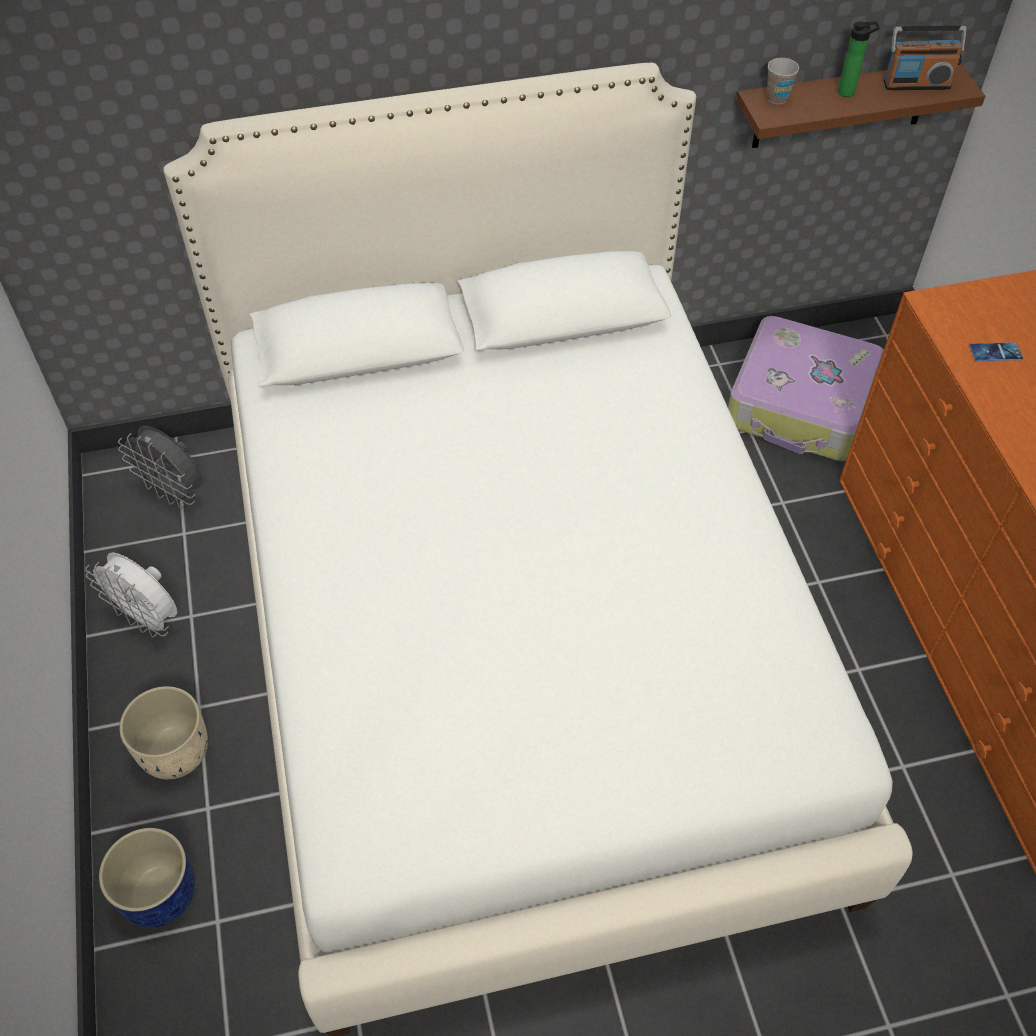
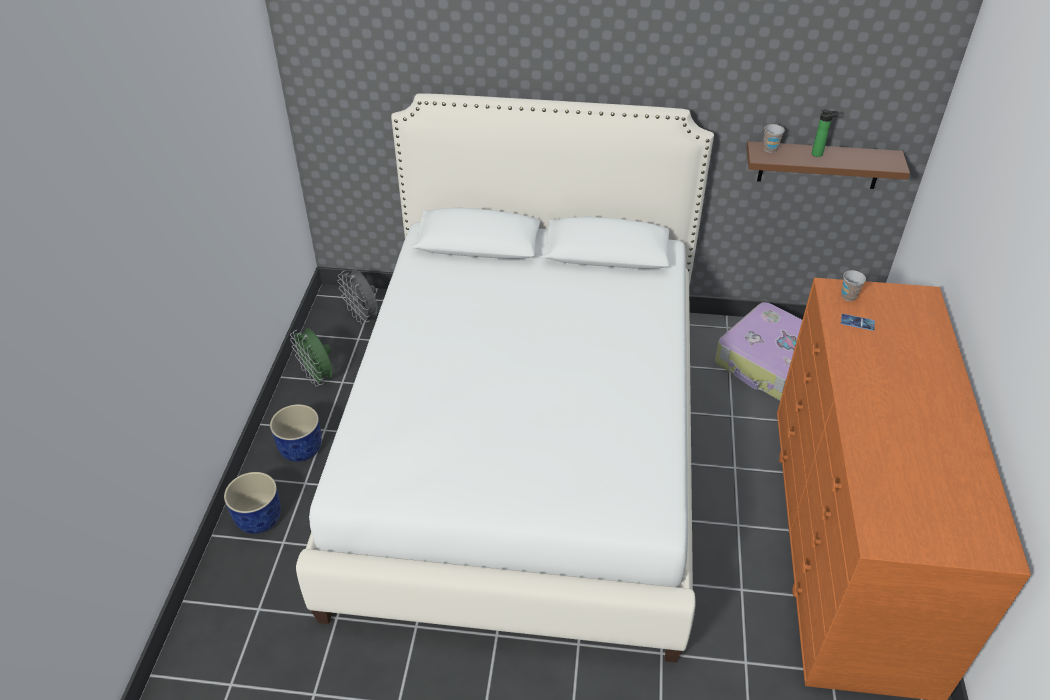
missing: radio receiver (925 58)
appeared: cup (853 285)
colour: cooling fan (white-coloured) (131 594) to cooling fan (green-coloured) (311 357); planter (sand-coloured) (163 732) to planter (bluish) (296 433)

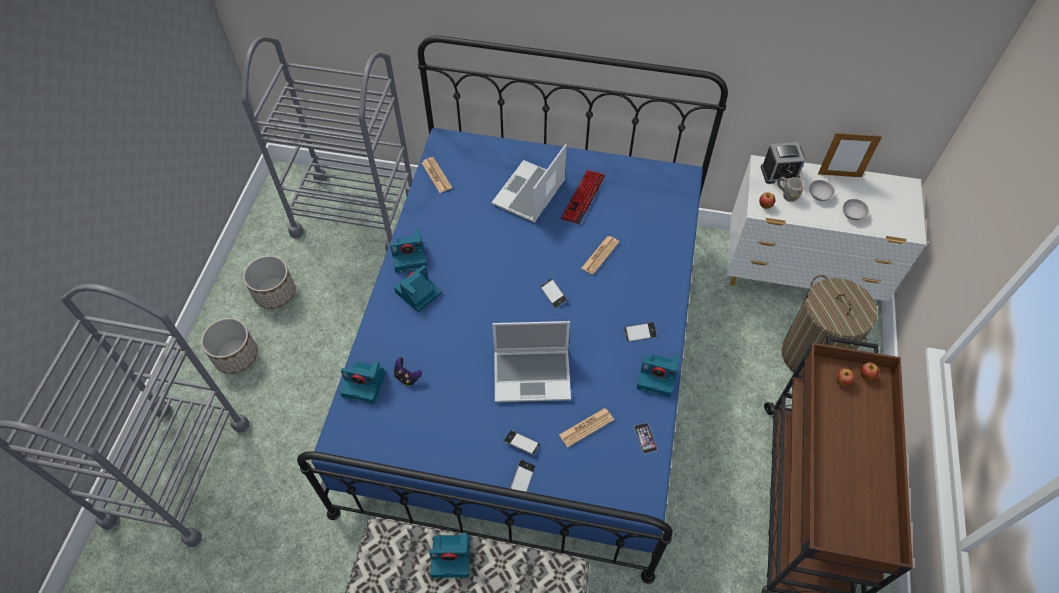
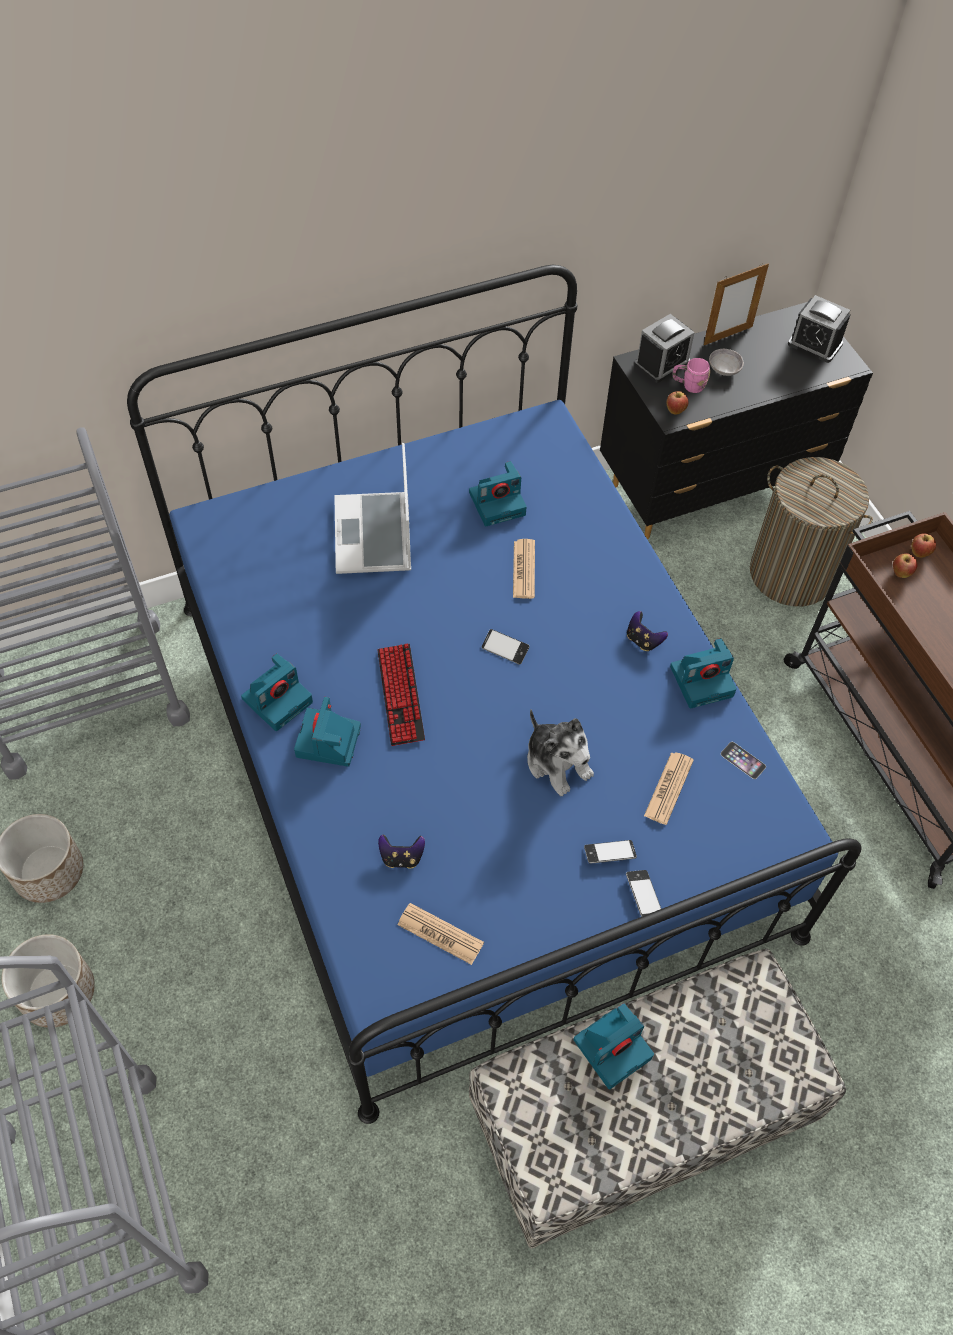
missing: bowl (grey) (856 209)
appeared: table clock (819 329)
relocated: photo camera (363 382) to (498 493); printed paper (437 175) to (440 934); keyboard (583 197) to (401 694)
exchanged: notebook computer (531 361) to soft toy (560 752); handset (640 332) to game controller (647 631)
colour: dresser (white-coloured) (826 228) to dresser (black) (736 420); coffee mug (grey) (790 189) to coffee mug (pinkish) (691 375)

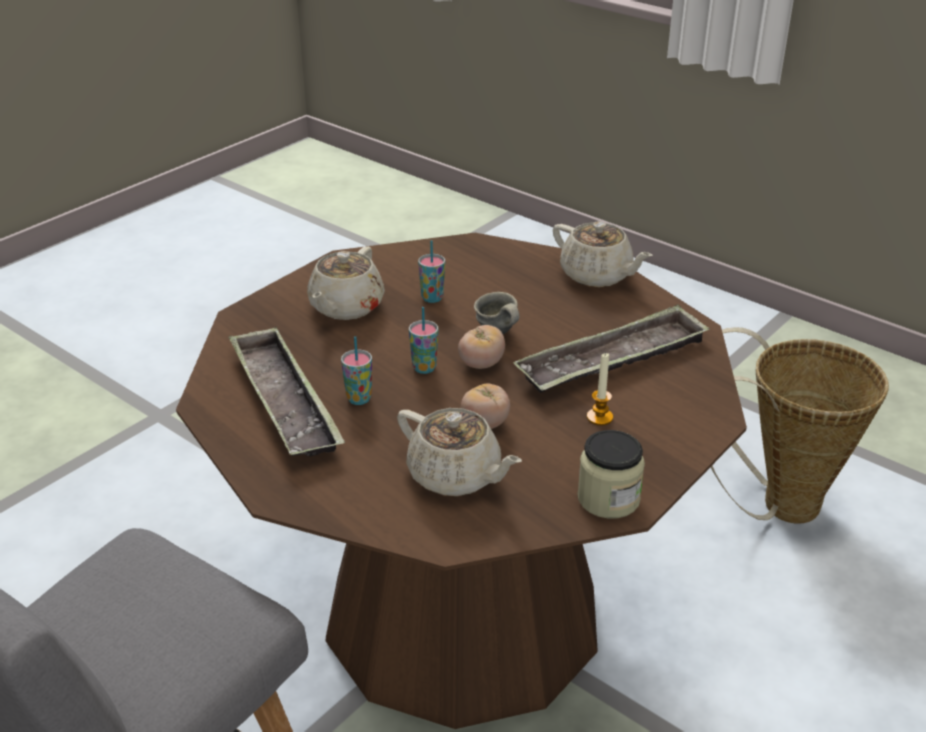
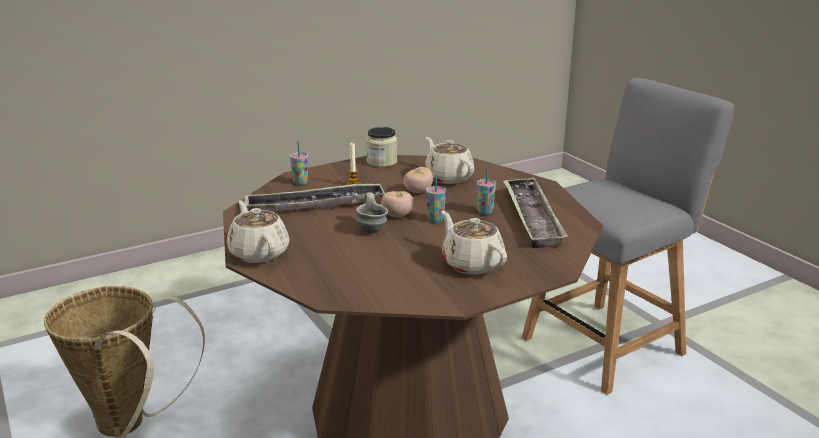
relocated: cup (431 271) to (299 163)
spun: pot for tea (sand-coloured) (346 283) = (474 242) 75 degrees counterclockwise

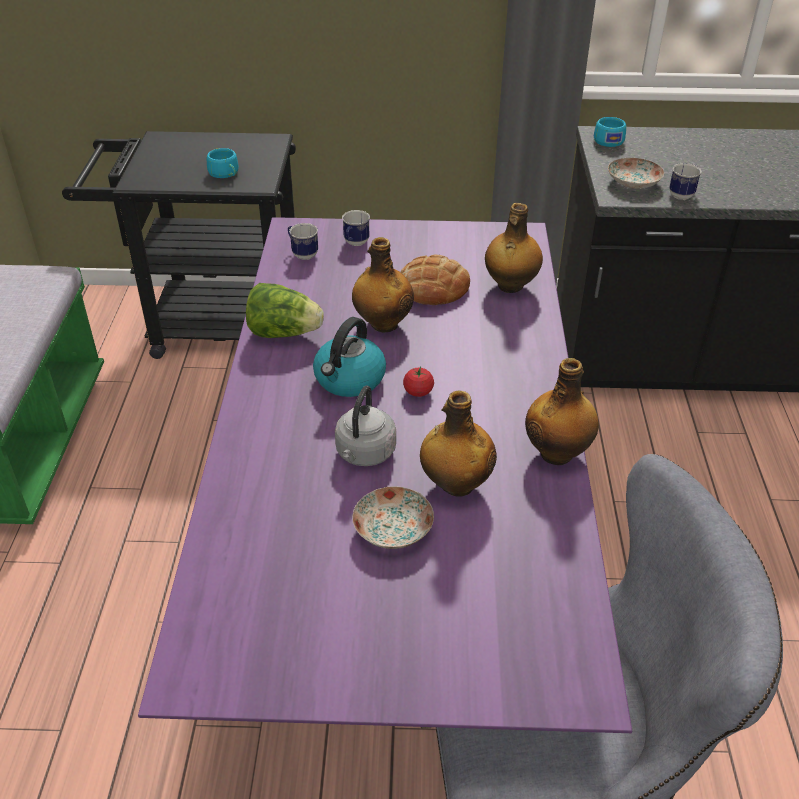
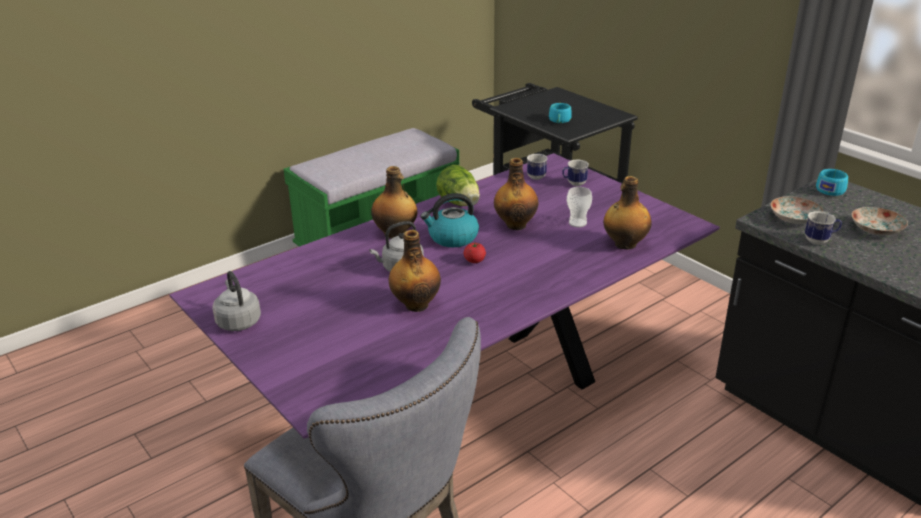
appeared: water kettle (grey) (236 301)
relocated: plate (393 517) to (880 221); bottle (562 411) to (394 202)
exchanged: baked bread (435 280) to cup (579 207)

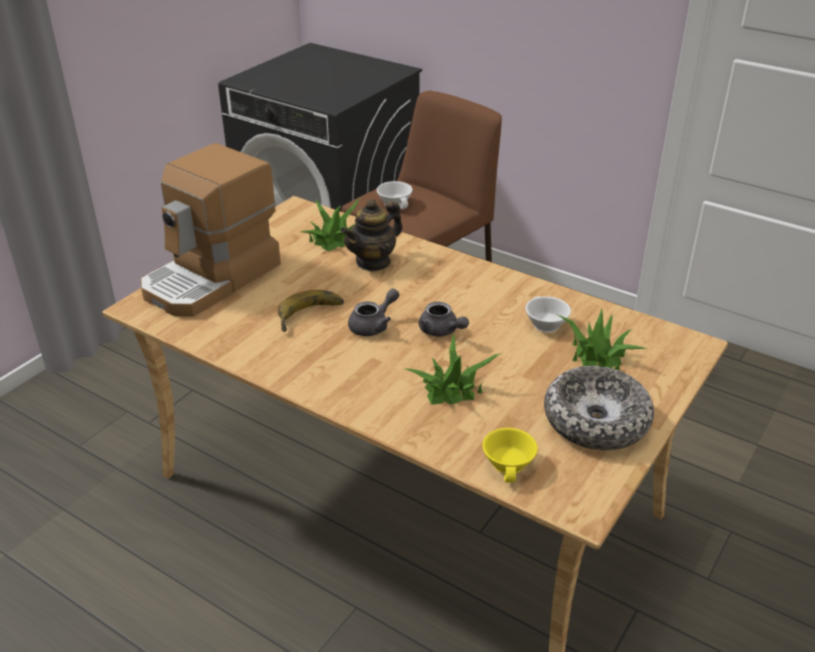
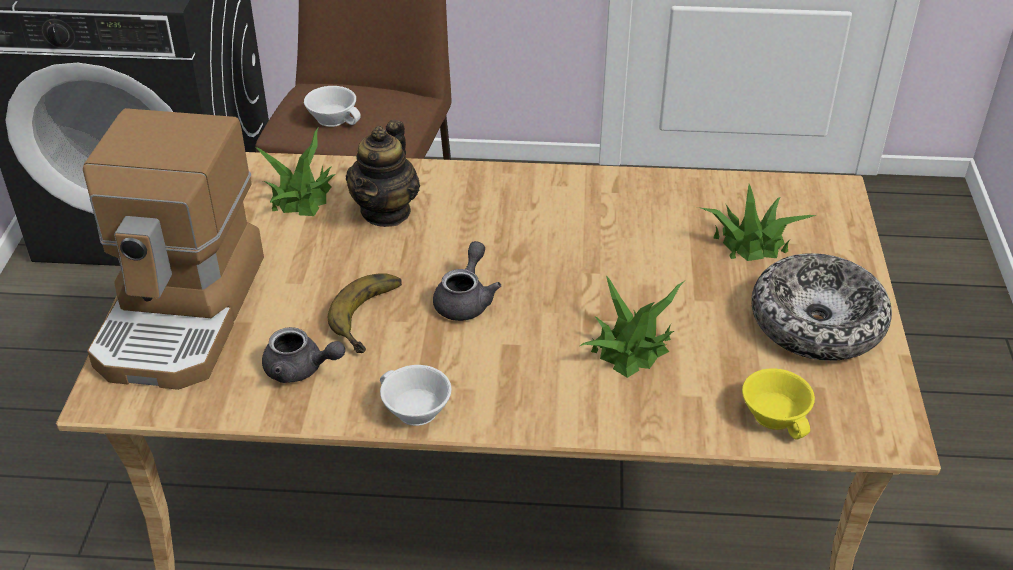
relocated: pot for tea (grey) (444 319) to (303 355); cup (white-coloured) (548 314) to (415 395)

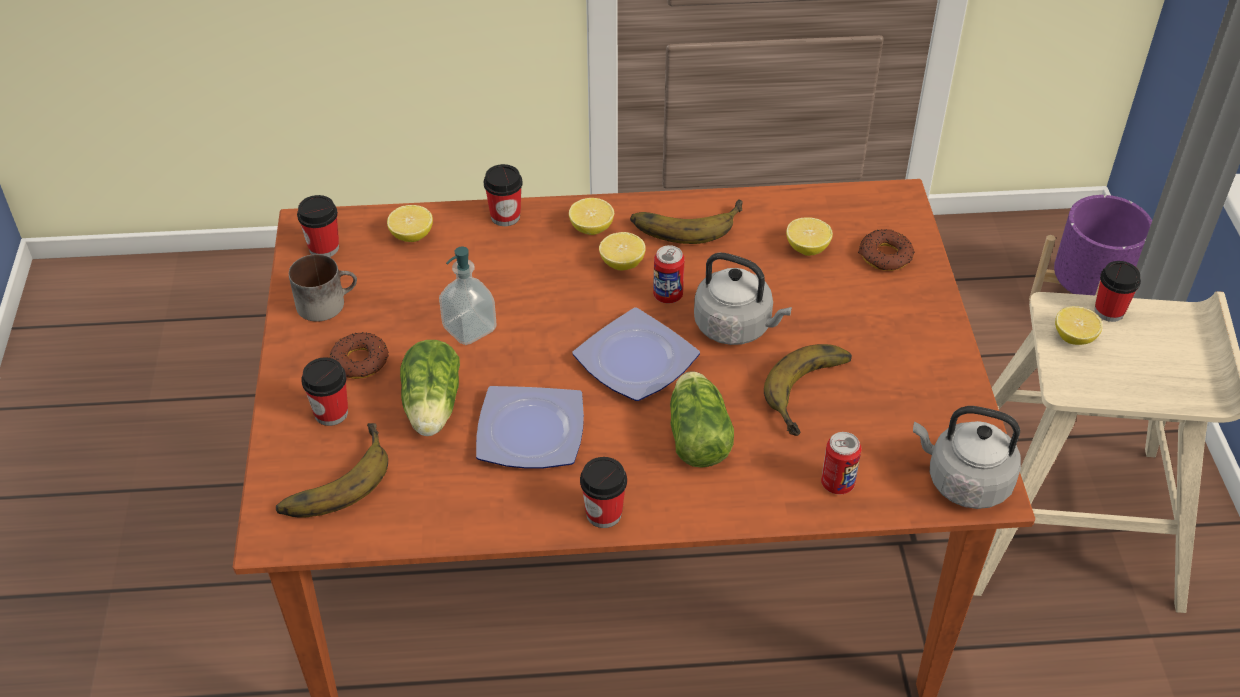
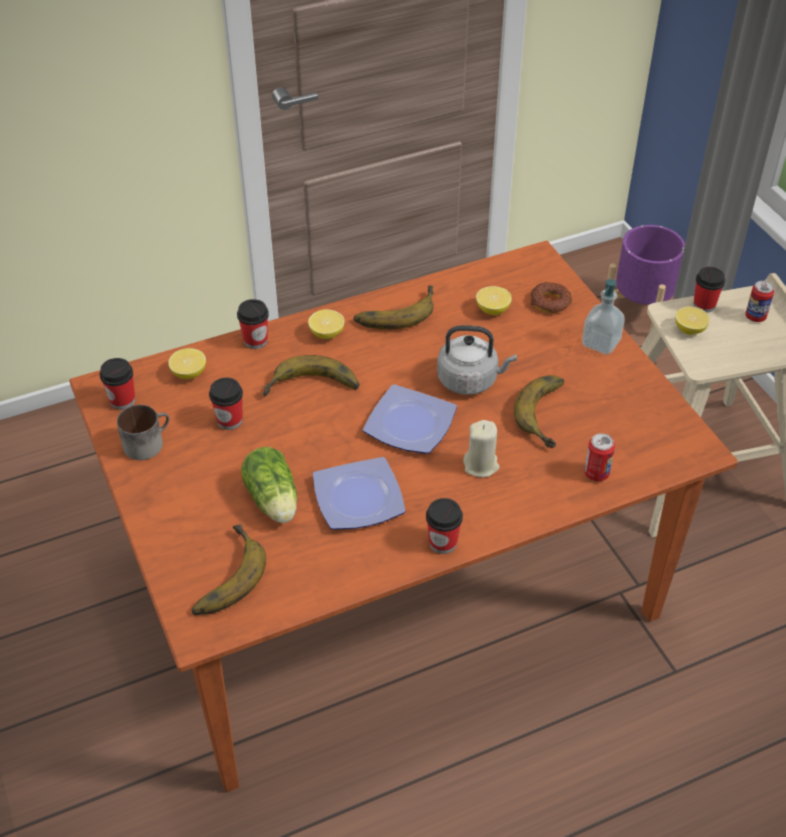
missing: doughnut (359 355); citrus fruit (622 251); water kettle (grey) (967 457)
appeared: banana fruit (311 375)
relocated: cup (324 391) to (226 404); soap bottle (468 296) to (603 317); metal can (669 274) to (759 301)
exchanged: lettuce (702 419) to wax candle (sand-coloured) (481 449)

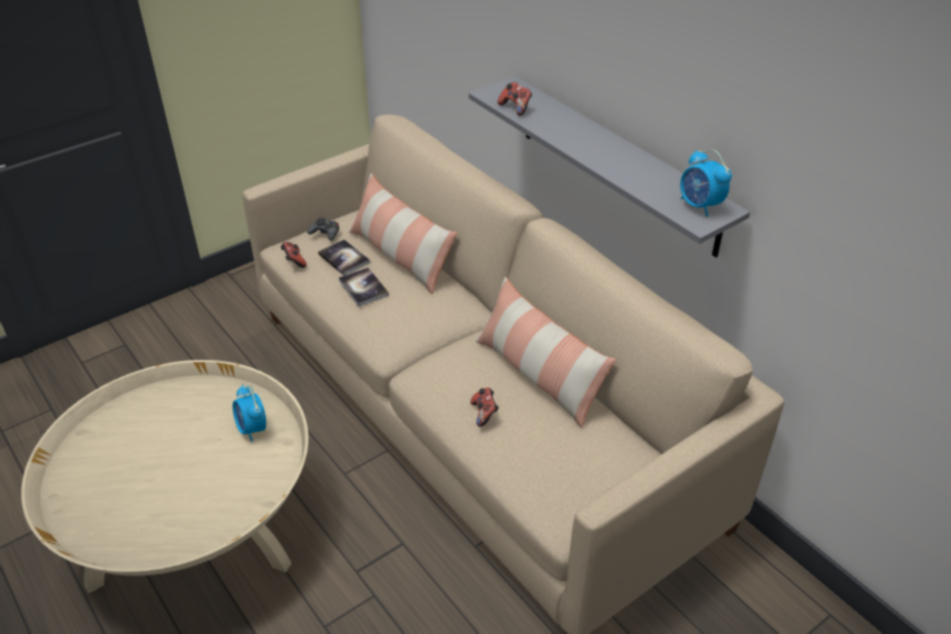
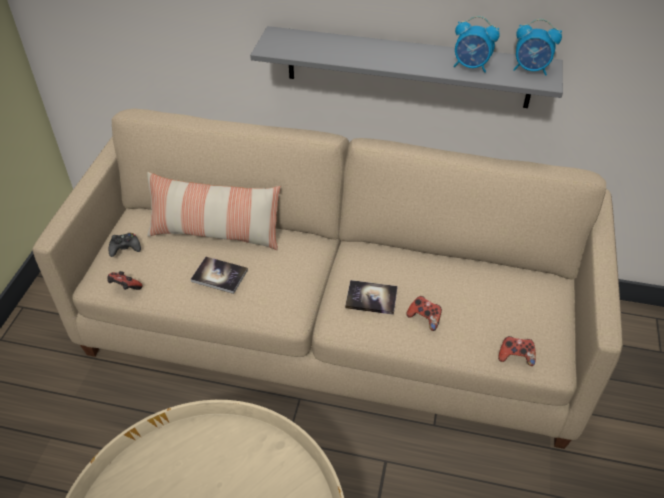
missing: pillow (546 352)
relocated: table clock (249 413) to (476 44); bound book (344 257) to (371 297); game controller (515 99) to (517 351)

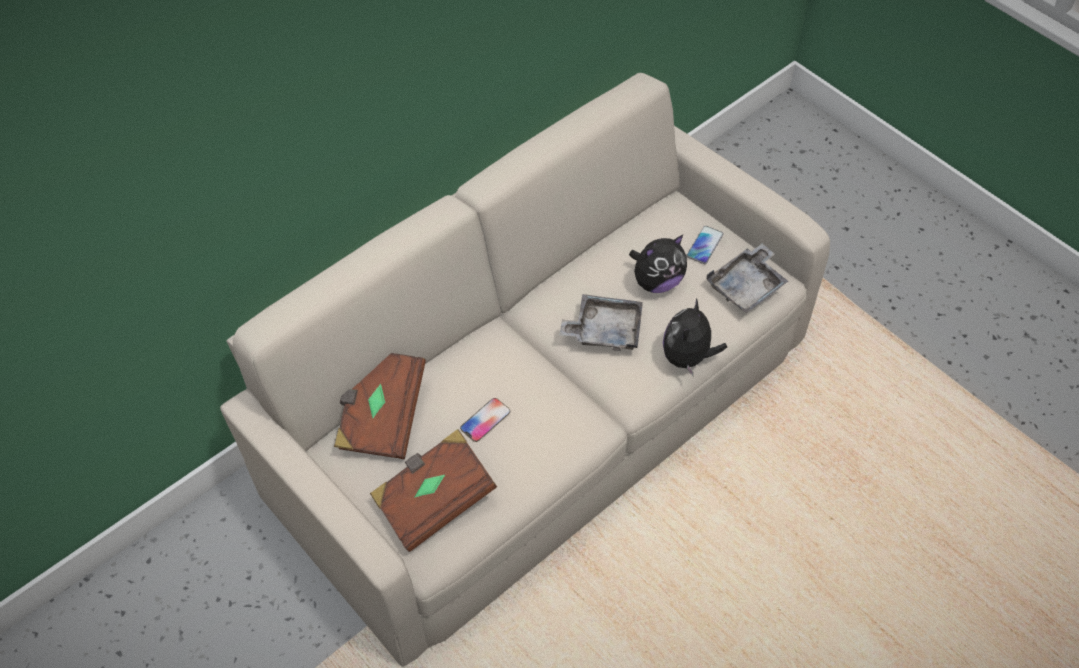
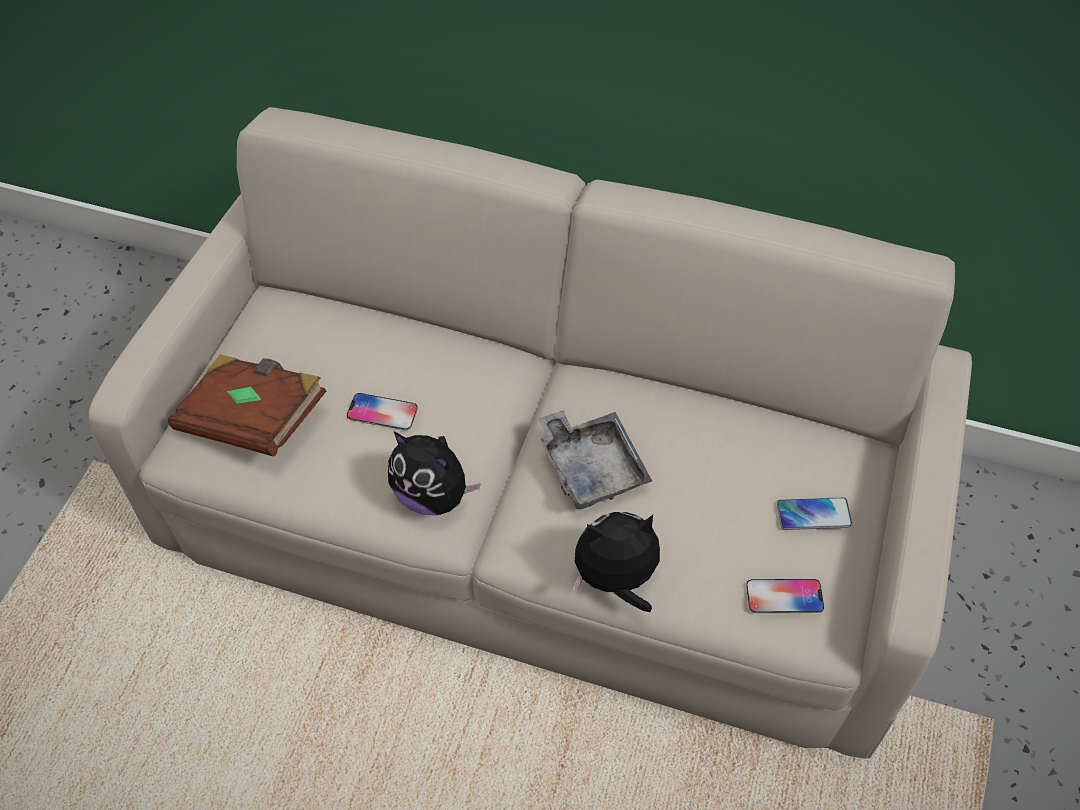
missing: bound book (brownish) (380 406)
relocated: soft toy (658 264) to (434 473)
exchanged: carrying tray (grey) (747 278) to handset (785 596)

